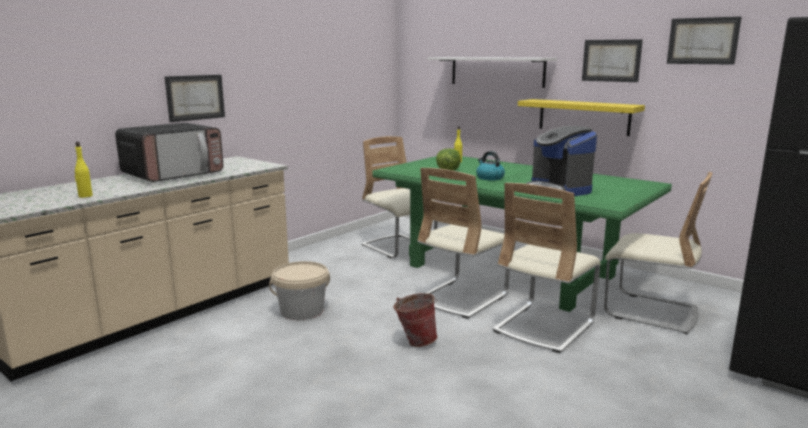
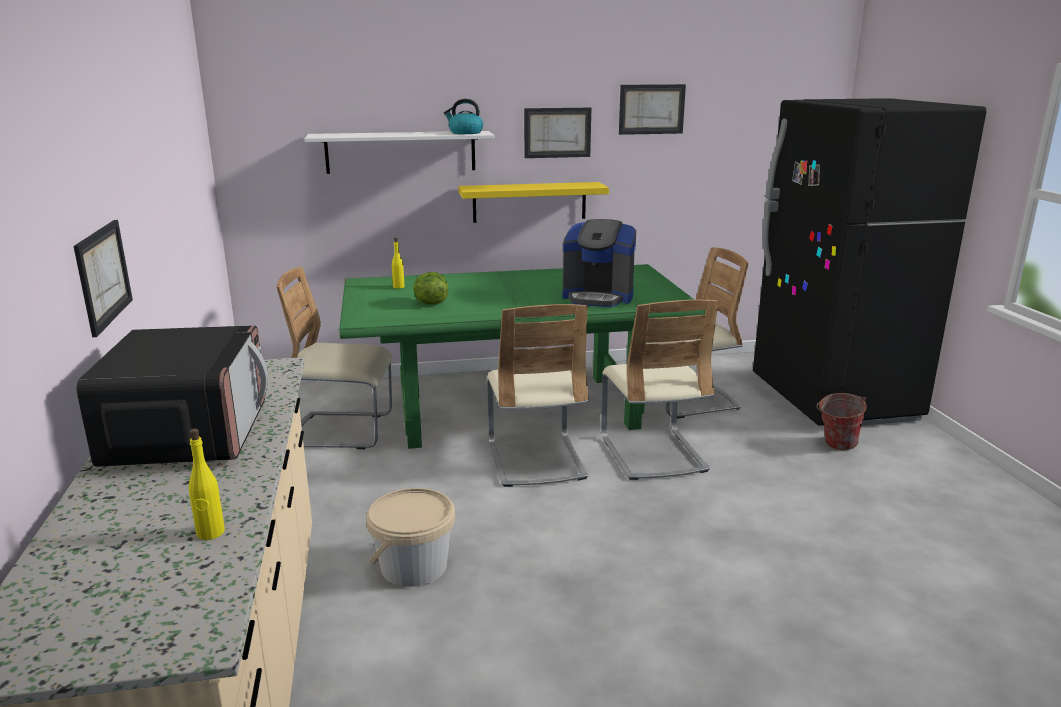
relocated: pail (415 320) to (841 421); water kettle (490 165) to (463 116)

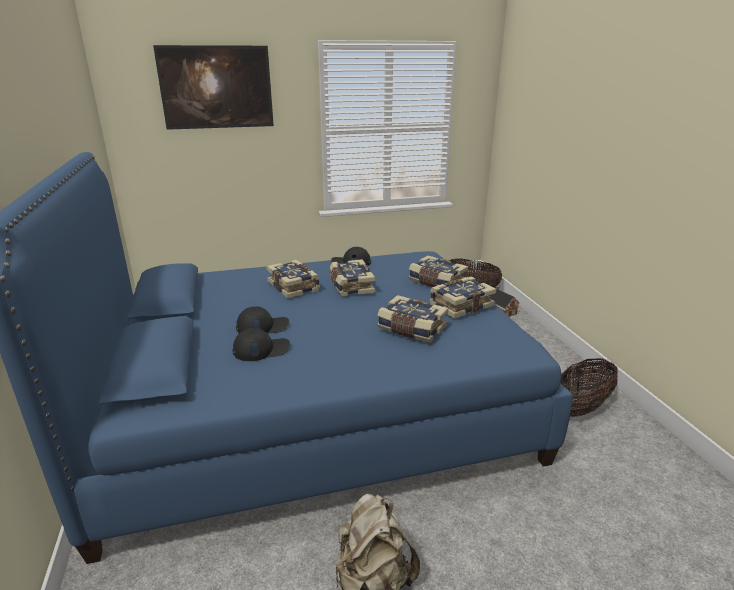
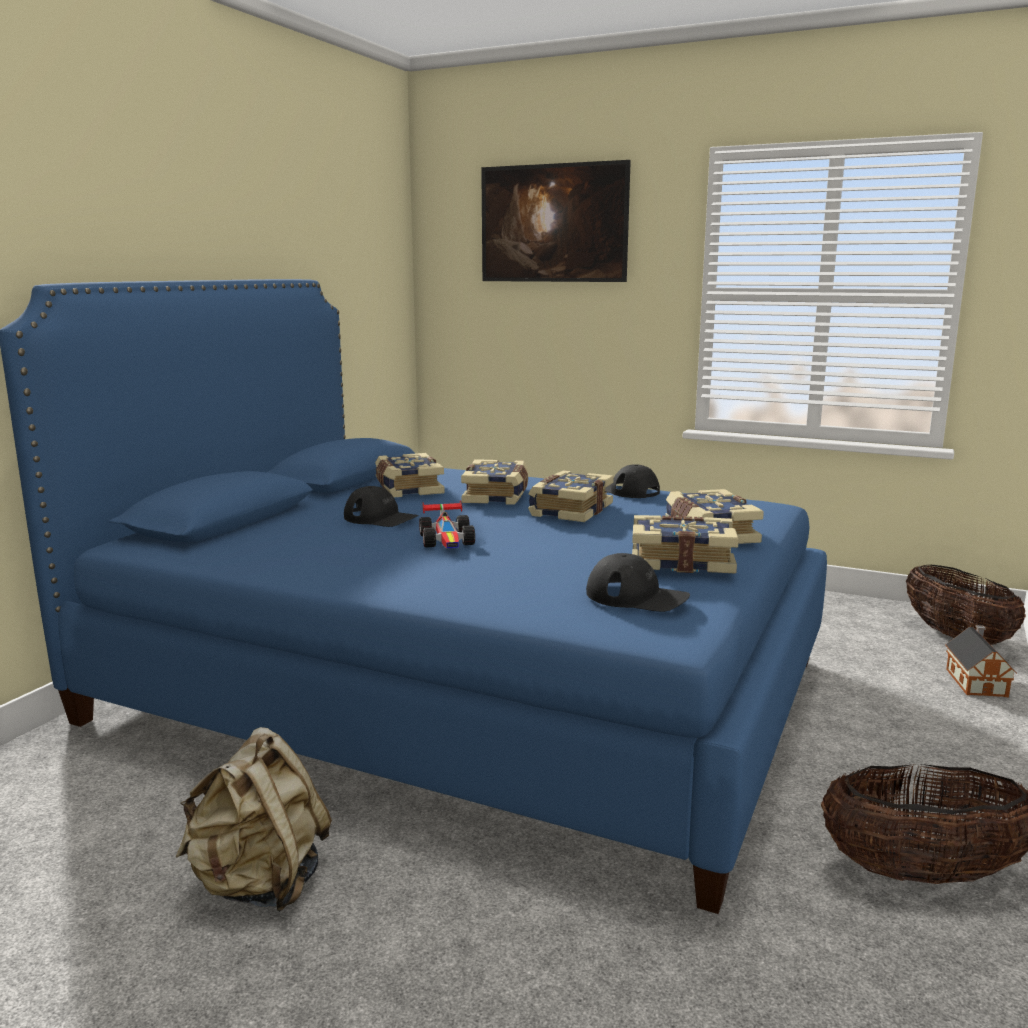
appeared: toy car (447 524)
relocated: peaked cap (black) (261 344) to (638 582); bound book (412 319) to (410 475)

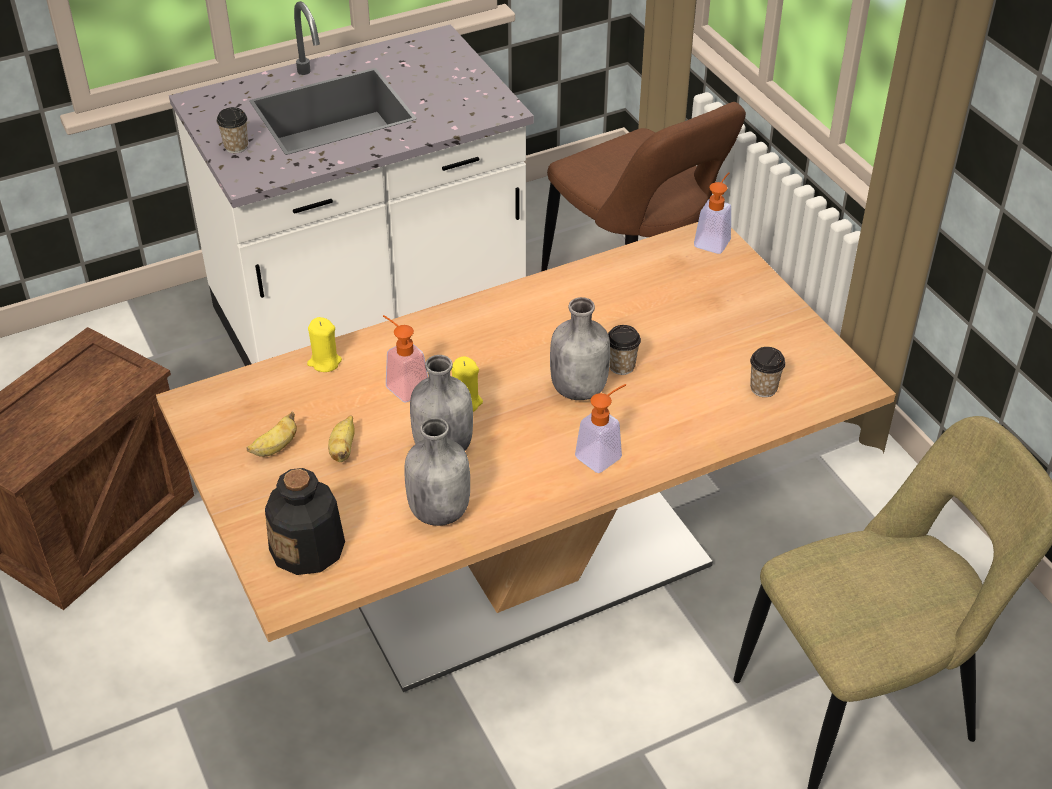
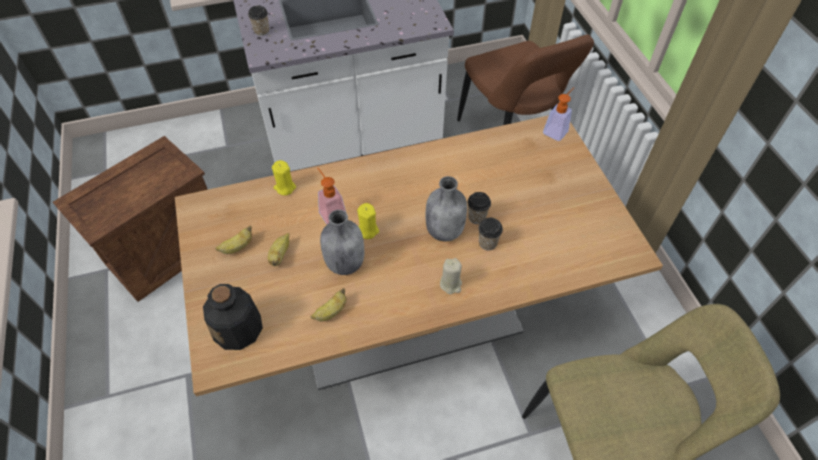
relocated: cup (768 372) to (490 234)
exchanged: bottle (grey) (437 472) to banana fruit (328 304); soap bottle (600 428) to wax candle (sand-coloured) (451 276)

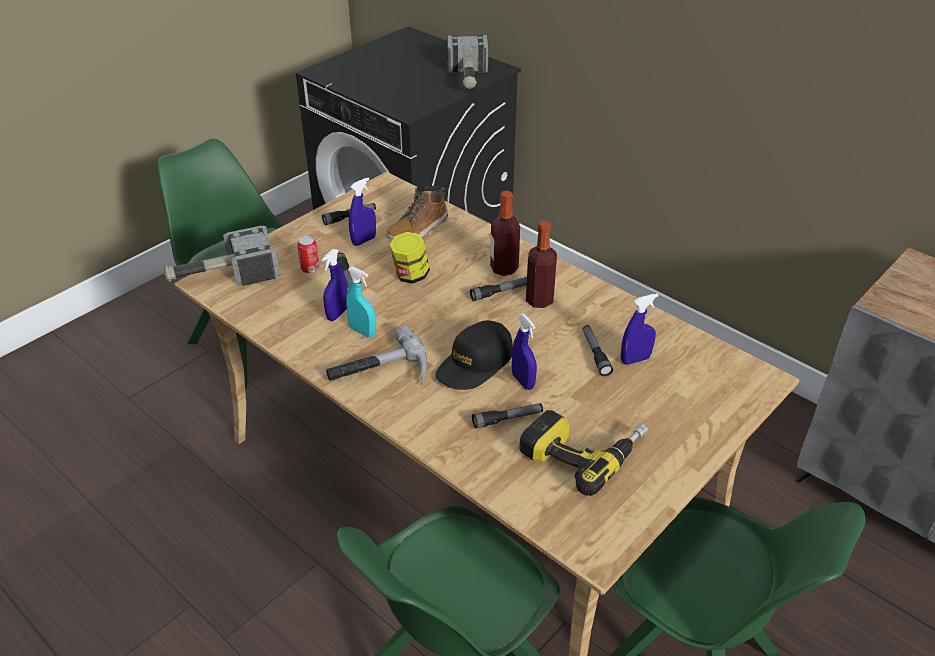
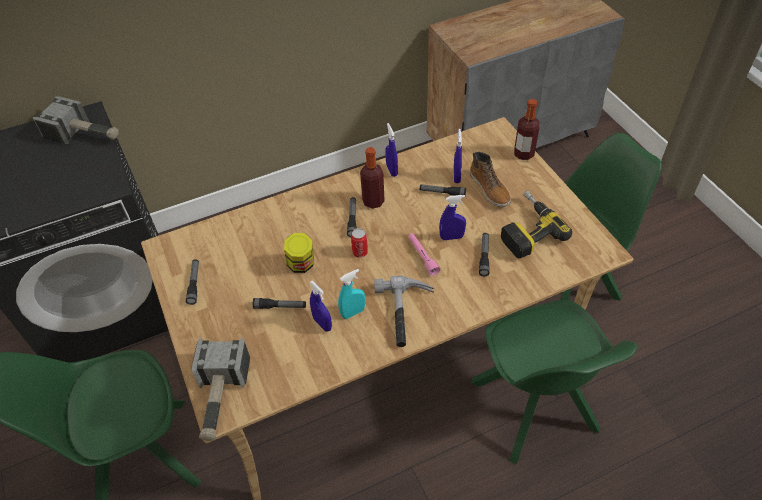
relocated: metal can (308 254) to (359 243); hand sprayer (bluish) (362 212) to (391 150); tall boot (417 212) to (490 179); bottle (505 233) to (526 129)
exchanged: peaked cap (black) (474 355) to torch (pinkish) (424 254)

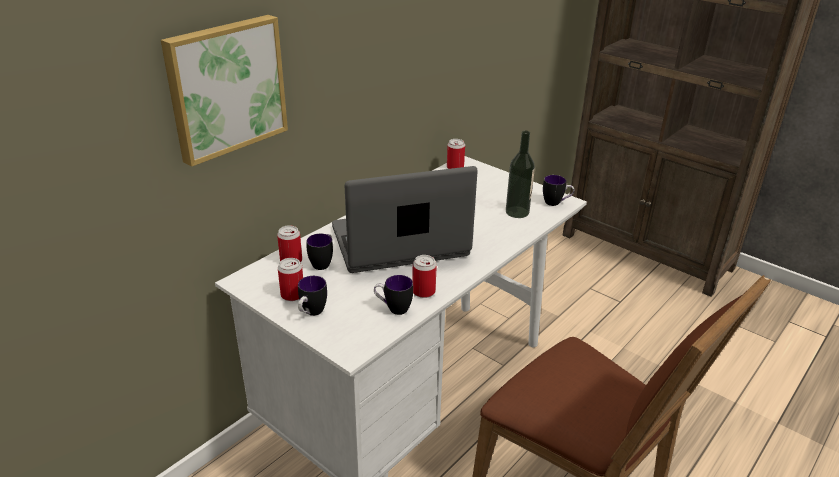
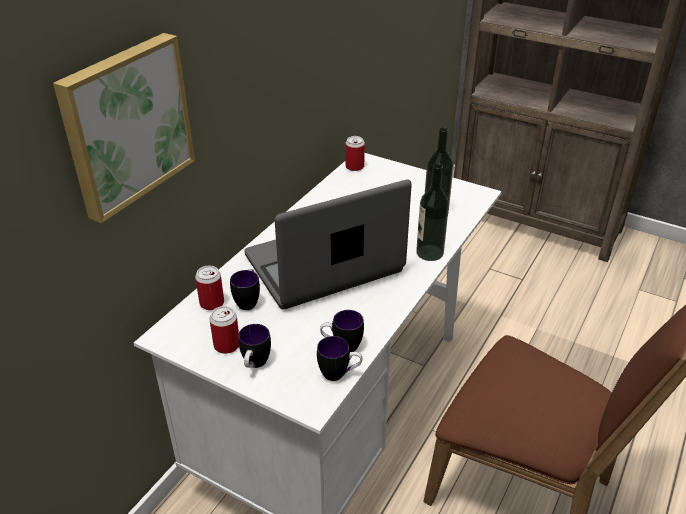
missing: metal can (424 276)
appeared: bottle (432 212)
relocated: coffee mug (558 190) to (339 358)

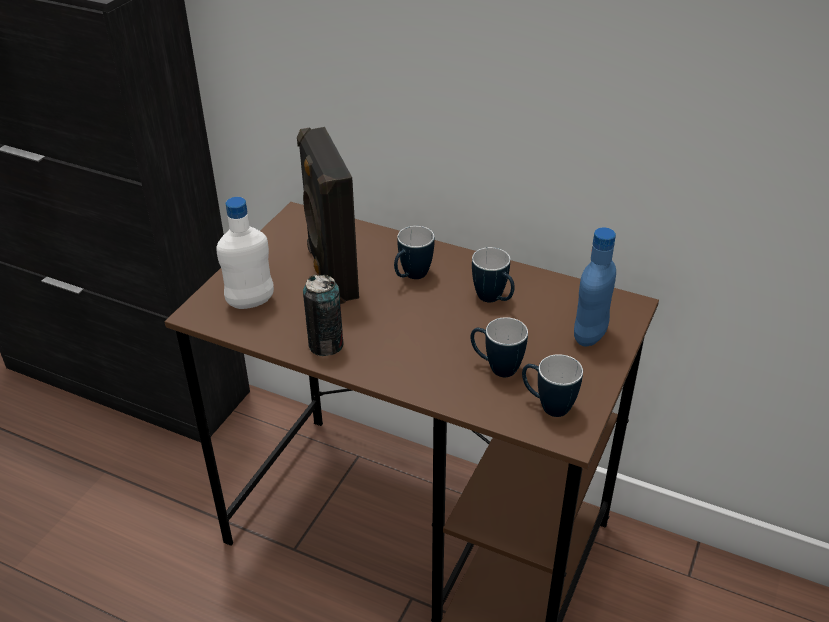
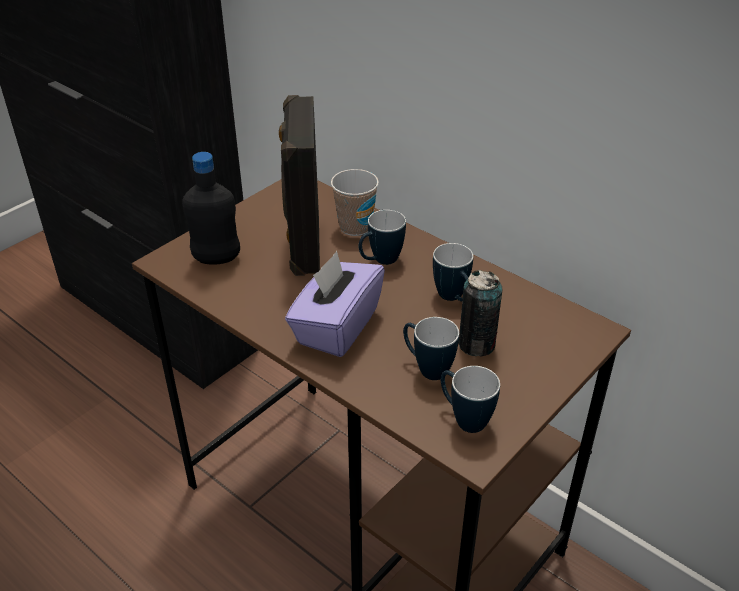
missing: bottle (bluish) (595 287)
appeared: tissue holder (purple-coloured) (335 304); cup (355 202)
relocated: metal can (323 315) to (481 313)
colour: bottle (white-coloured) (245 253) to bottle (black) (211 208)

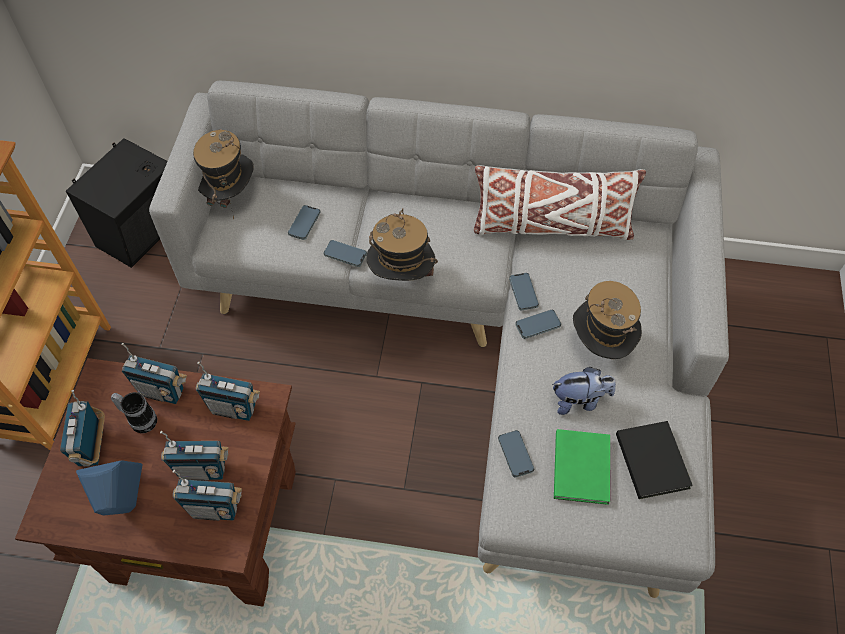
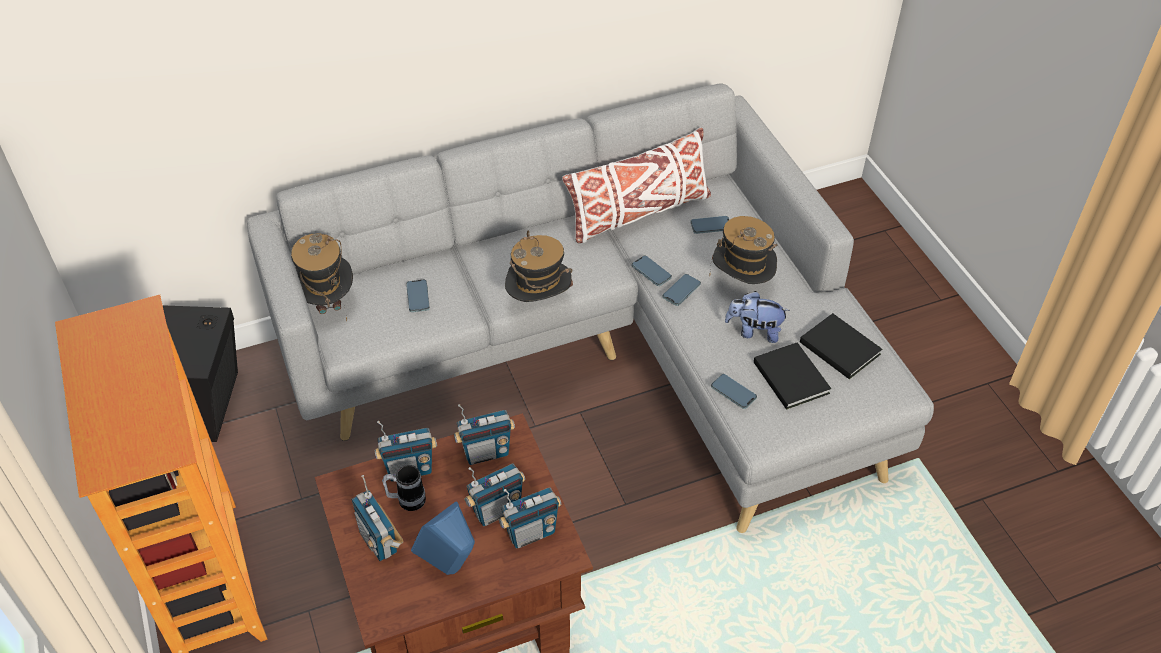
relocated: handset (345 253) to (710 225)
colour: bound book (green-coloured) (582 467) to bound book (black) (792 376)
spun: soft toy (584 391) = (757 317) 135 degrees counterclockwise

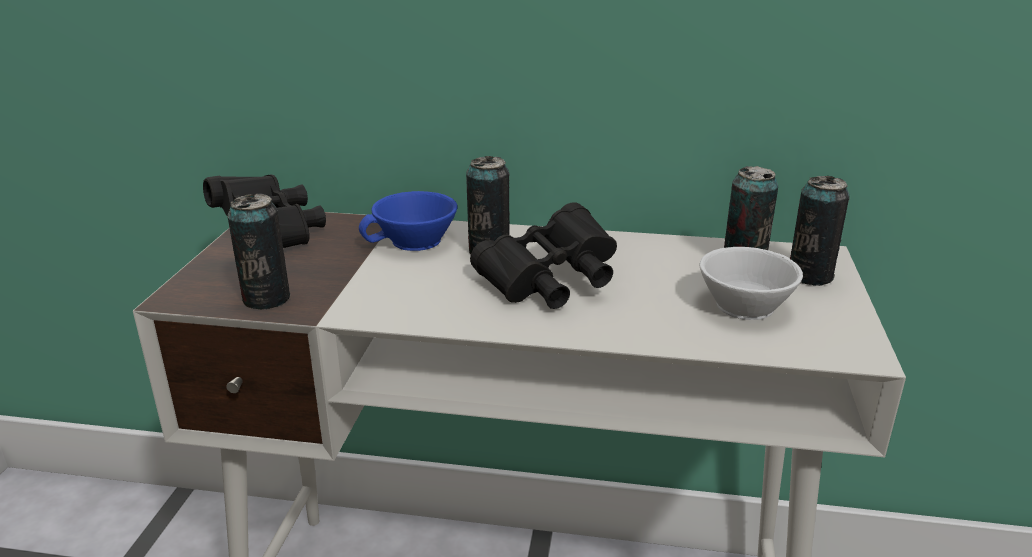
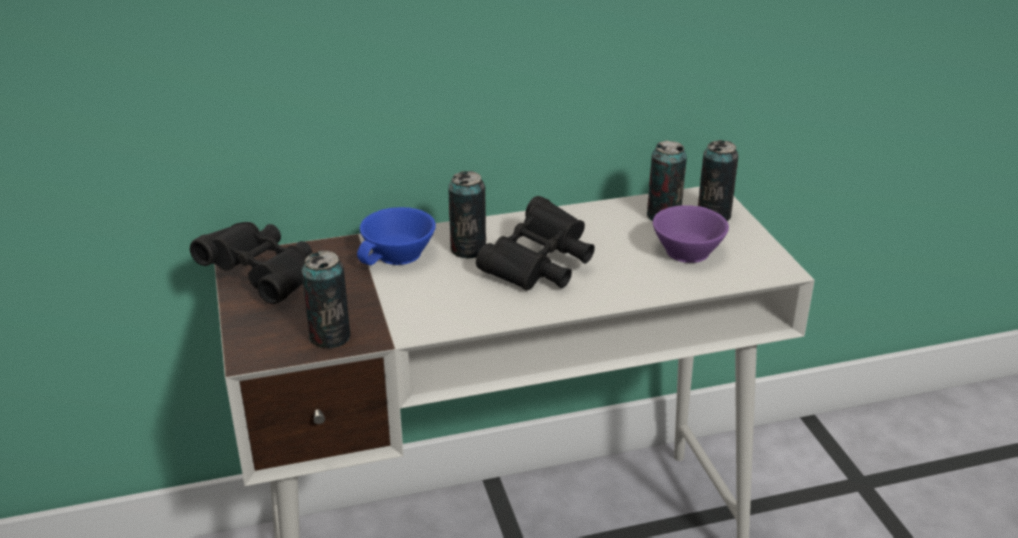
colour: cup (white-coloured) (751 283) to cup (purple-coloured) (691 234)

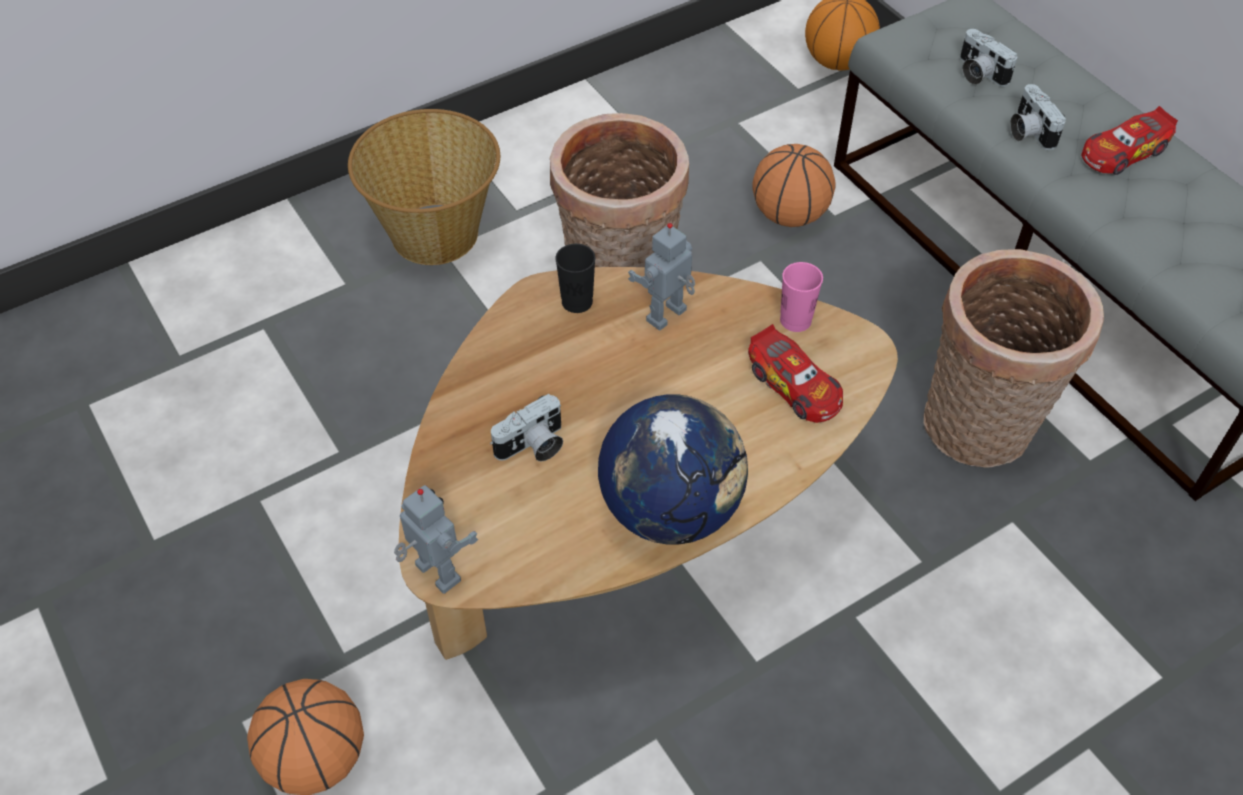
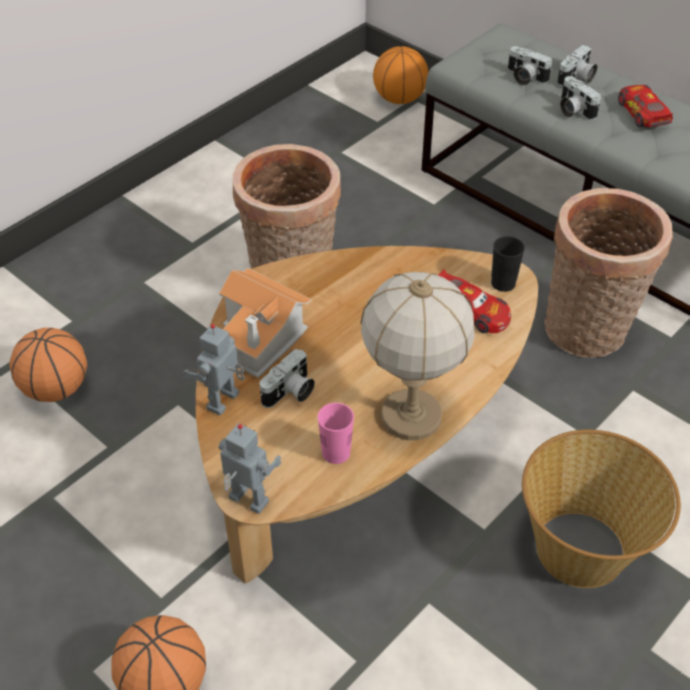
appeared: toy house (265 323); photo camera (577 66)
relocated: basket (424 187) to (601 509); cup (black) (575 278) to (508 264); toy robot (661 276) to (214 369); ball for basketball (794 185) to (48 365); cup (pinkish) (801 297) to (336 433)
exchanged: desk globe (673 469) to table lamp (417 356)
spun: toy car (1129 140) = (645 106) 120 degrees clockwise

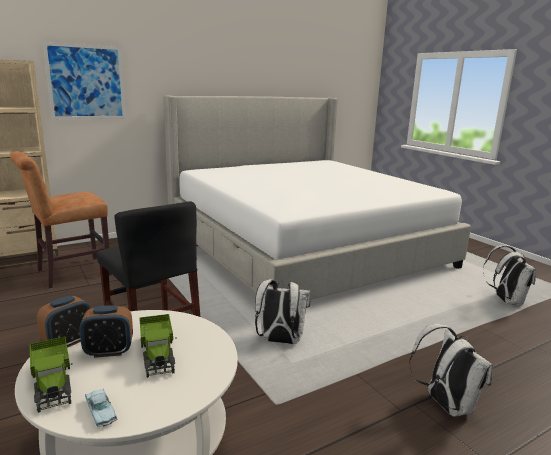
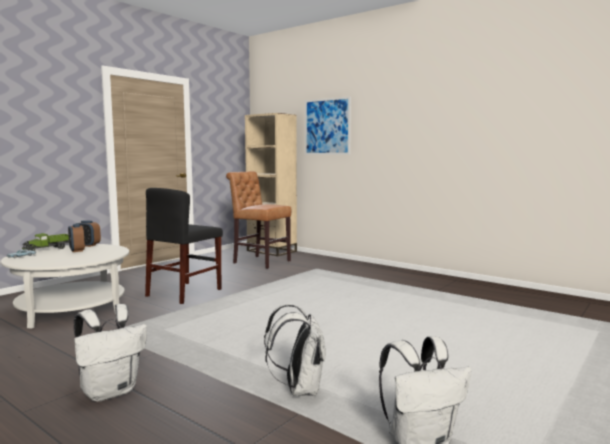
missing: model truck (157 346); bedroom bed (317 197)
relocated: backpack (white-coloured) (283 311) to (295 350)

